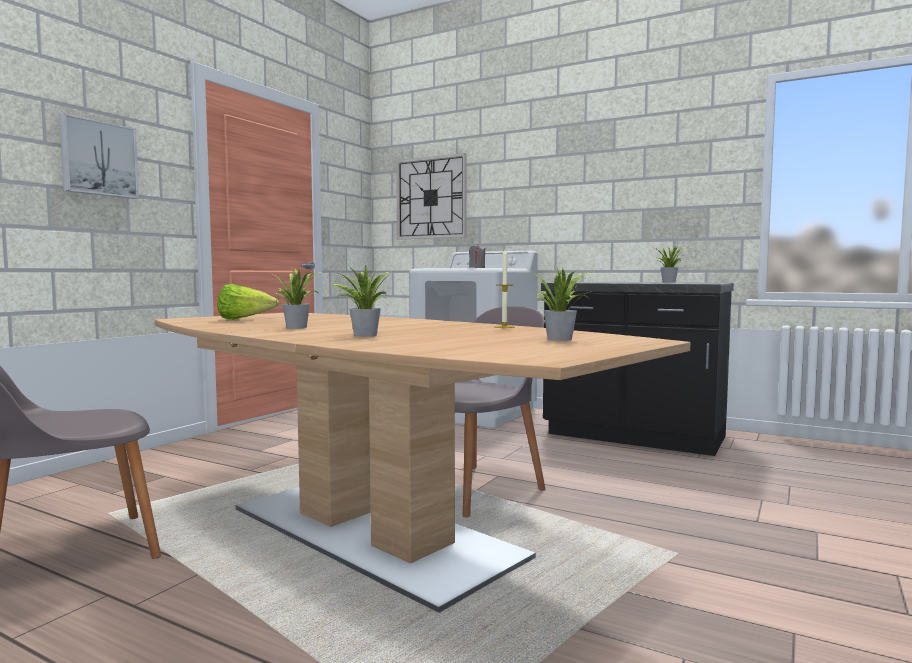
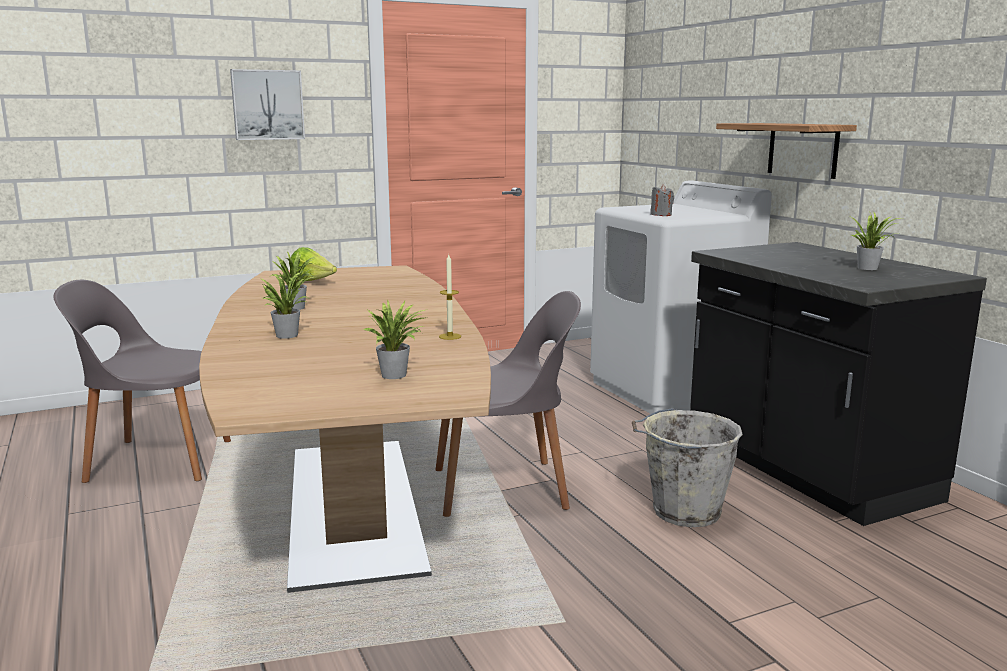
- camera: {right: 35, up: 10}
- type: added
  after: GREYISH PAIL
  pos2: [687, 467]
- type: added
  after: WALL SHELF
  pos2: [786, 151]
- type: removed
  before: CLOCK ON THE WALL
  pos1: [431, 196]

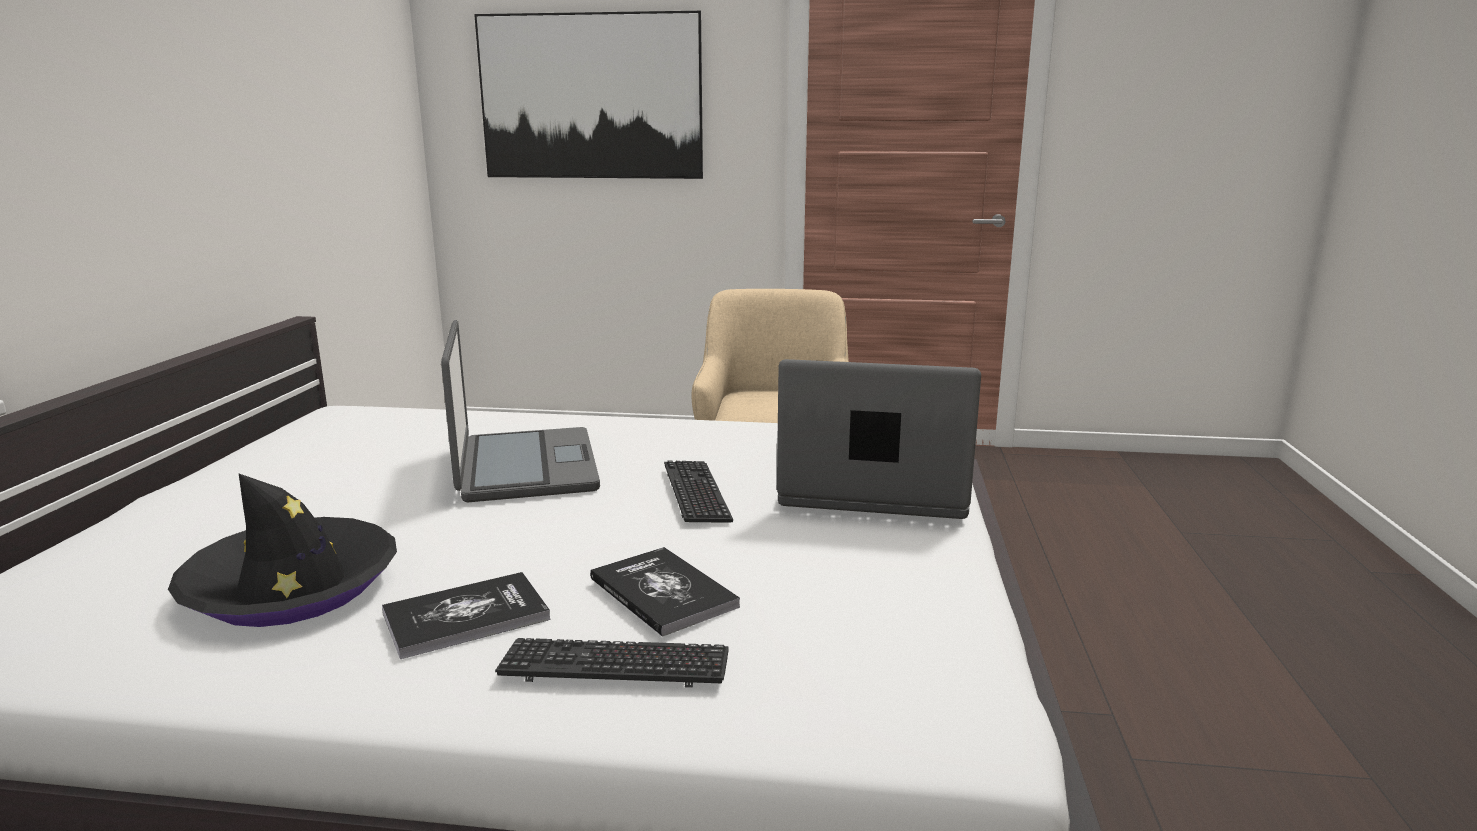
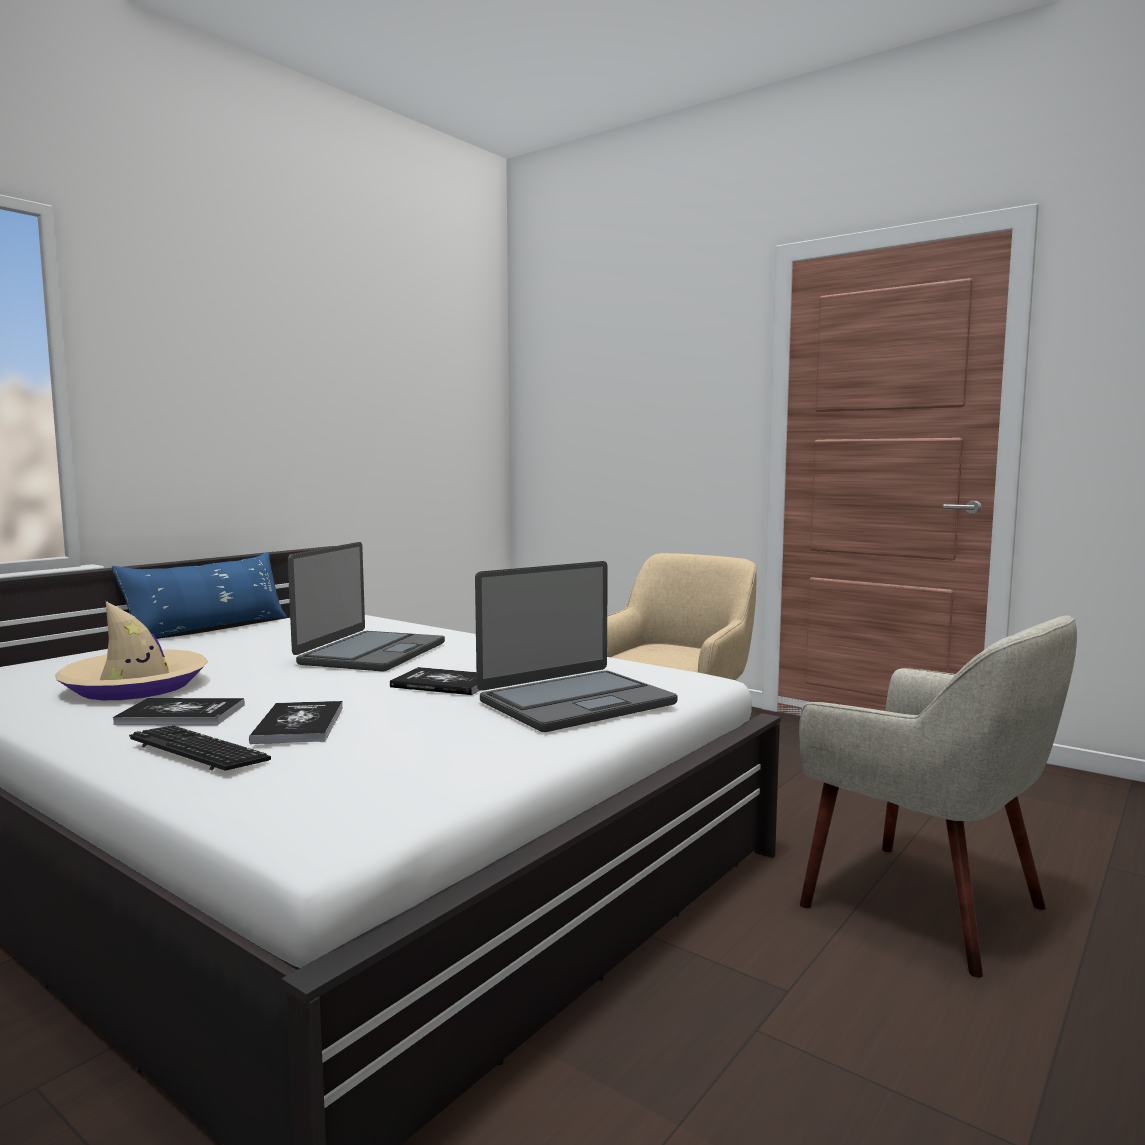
- camera: {right: 30, up: -10}
- type: recoloured
  before: BLACK-COLOURED HAT
  after: BEIGE-COLOURED HAT
  pos1: [282, 550]
  pos2: [131, 650]
- type: added
  after: BLUE CUSHION
  pos2: [199, 595]
- type: replaced
  before: COMPUTER KEYBOARD
  after: BOUND BOOK
  pos1: [698, 491]
  pos2: [435, 681]
- type: turned
  before: LAPTOP
  pos1: [879, 439]
  pos2: [576, 646]
  turn: 105
- type: added
  after: BEIGE-COLOURED EASY CHAIR
  pos2: [938, 796]
- type: removed
  before: PICTURE
  pos1: [588, 95]

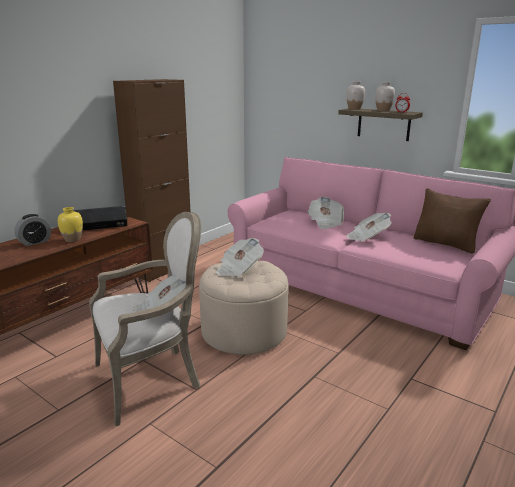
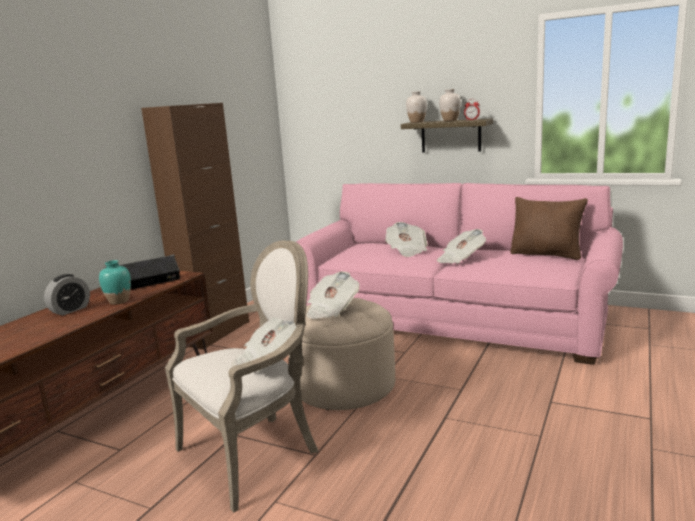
- camera: {right: -10, up: -5}
- type: recoloured
  before: YELLOW VASE
  after: TURQUOISE-COLOURED VASE
  pos1: [70, 224]
  pos2: [115, 282]

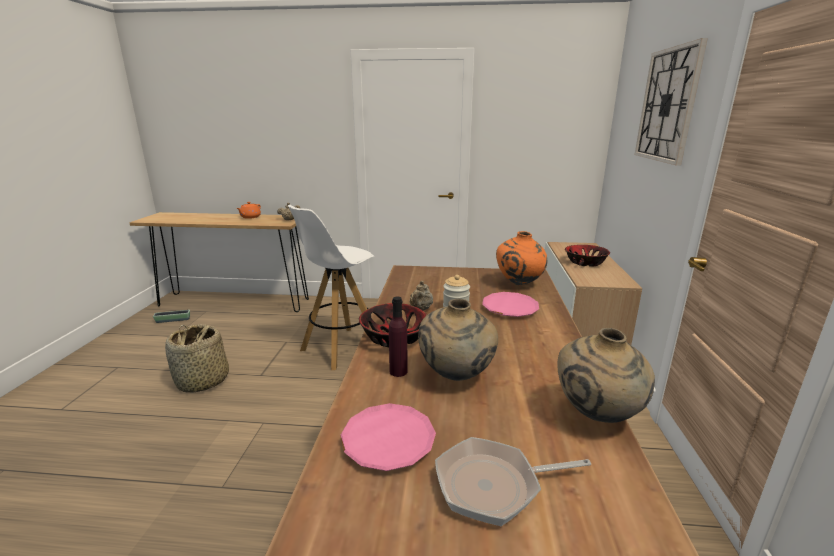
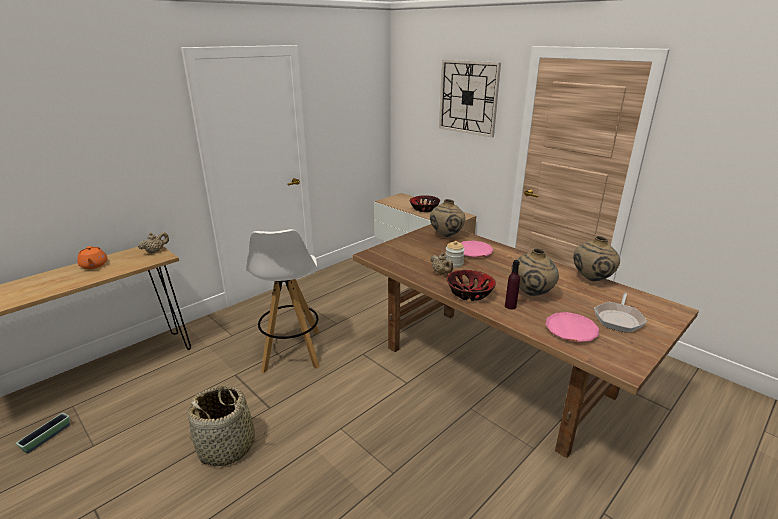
- camera: {right: -50, up: 5}
- type: recoloured
  before: ORANGE-COLOURED VASE
  after: BEIGE-COLOURED VASE
  pos1: [521, 258]
  pos2: [447, 218]

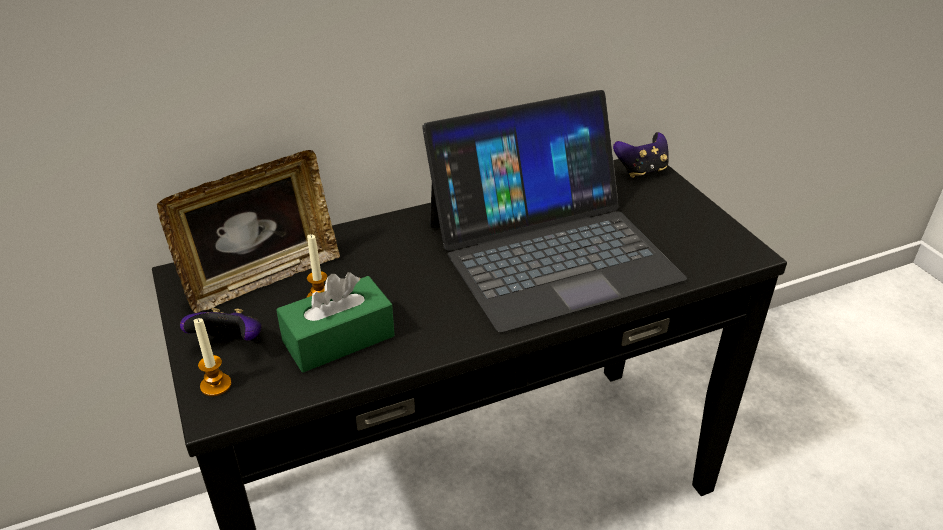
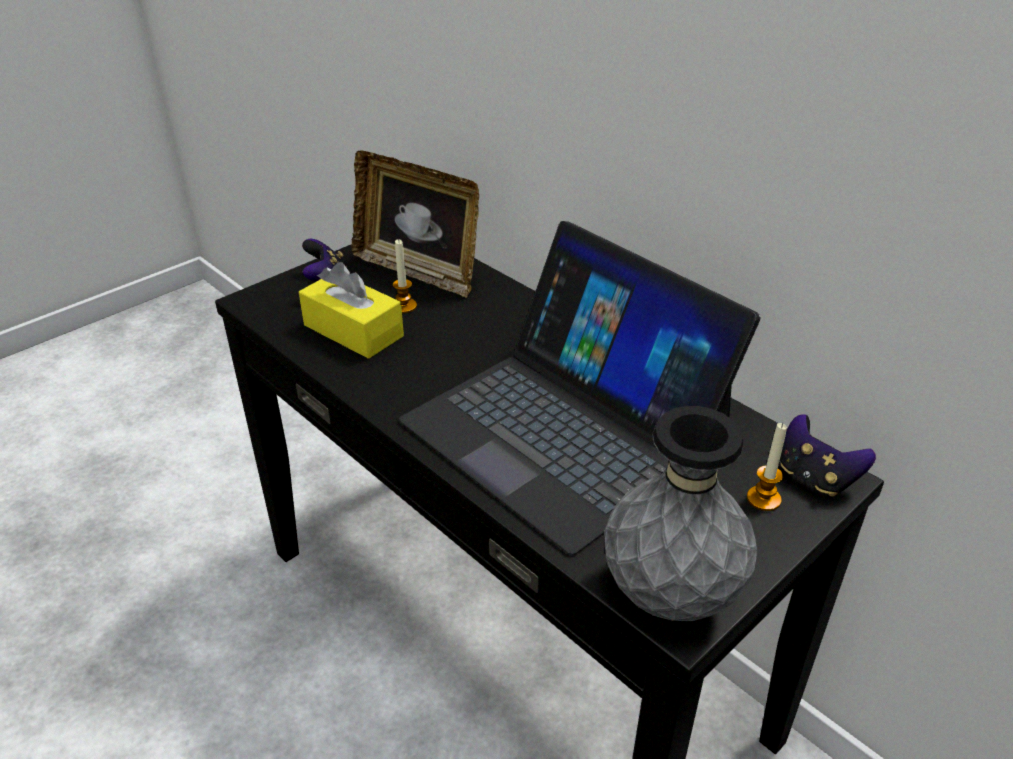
- camera: {right: 70, up: 0}
- type: recoloured
  before: GREENISH BOX OF TISSUES
  after: YELLOW BOX OF TISSUES
  pos1: [335, 322]
  pos2: [351, 310]
- type: added
  after: GREYISH VASE
  pos2: [680, 513]
- type: moved
  before: CANDLE
  pos1: [212, 357]
  pos2: [767, 467]

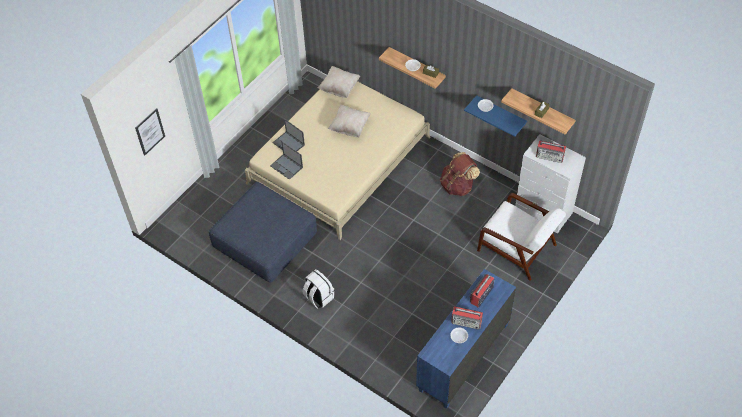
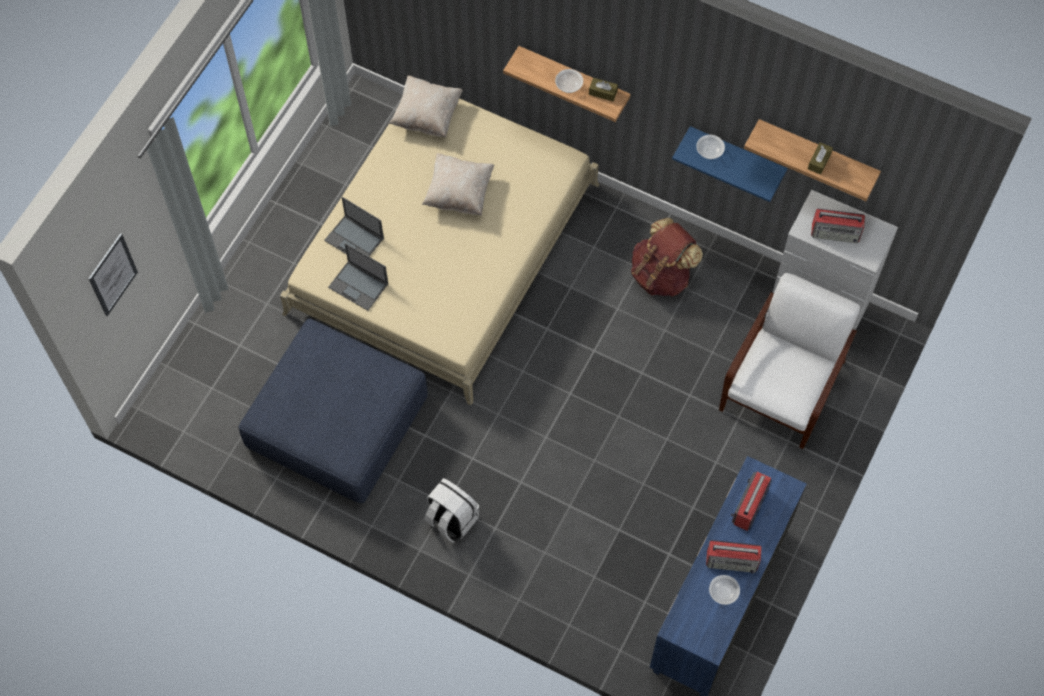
- camera: {right: -10, up: 10}
- type: turned
  before: WHITISH EASY CHAIR
  pos1: [521, 237]
  pos2: [789, 361]
  turn: -90

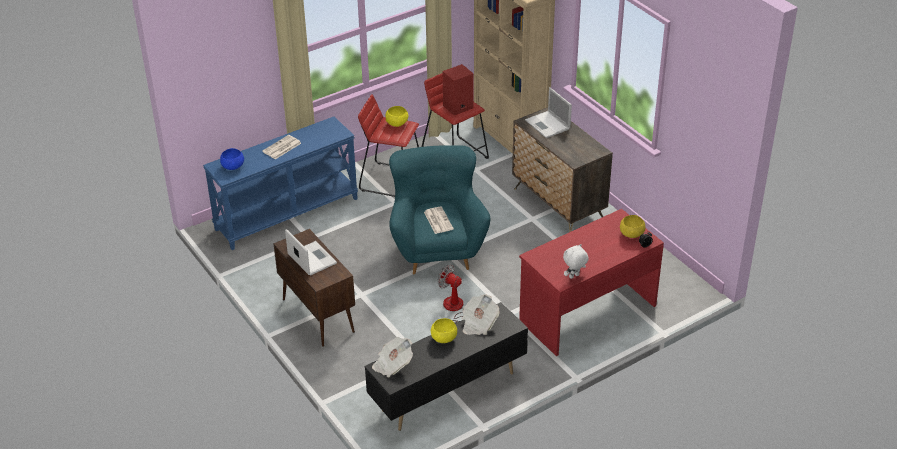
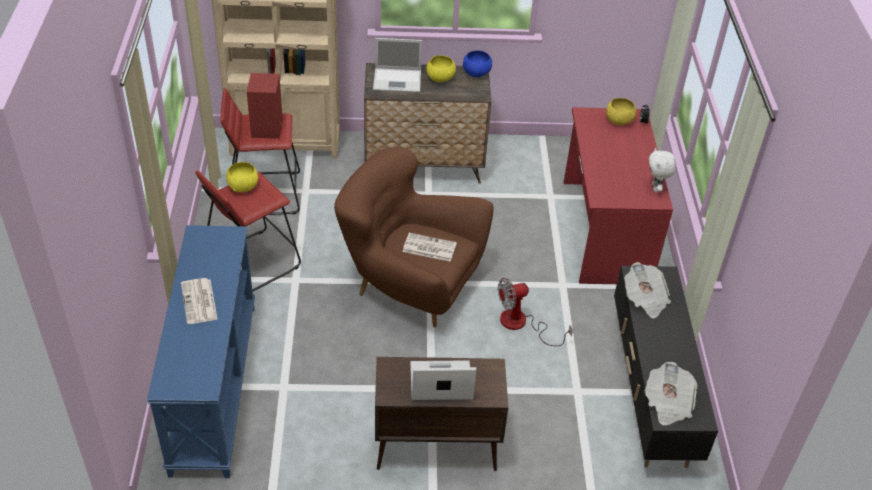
- camera: {right: -60, up: 5}
- type: recoloured
  before: TURQUOISE-COLOURED EASY CHAIR
  after: BROWN-COLOURED EASY CHAIR
  pos1: [439, 209]
  pos2: [413, 237]
- type: moved
  before: YELLOW DEEP DISH
  pos1: [444, 330]
  pos2: [441, 68]
- type: moved
  before: BLUE DEEP DISH
  pos1: [232, 159]
  pos2: [477, 64]

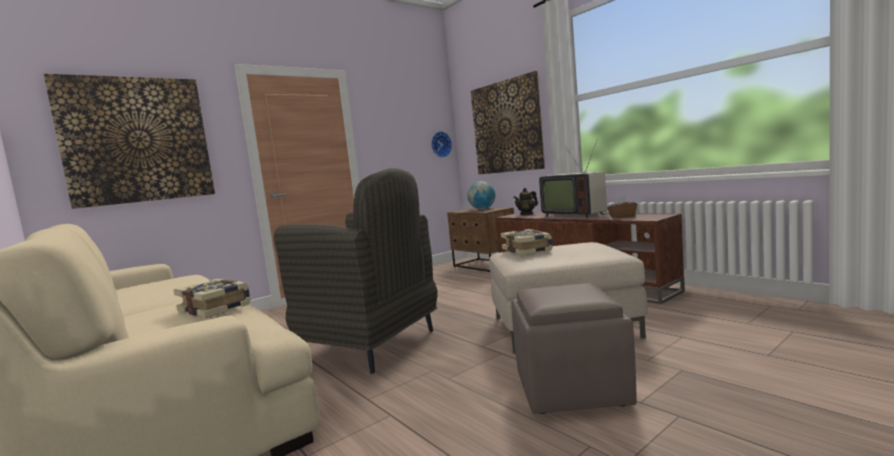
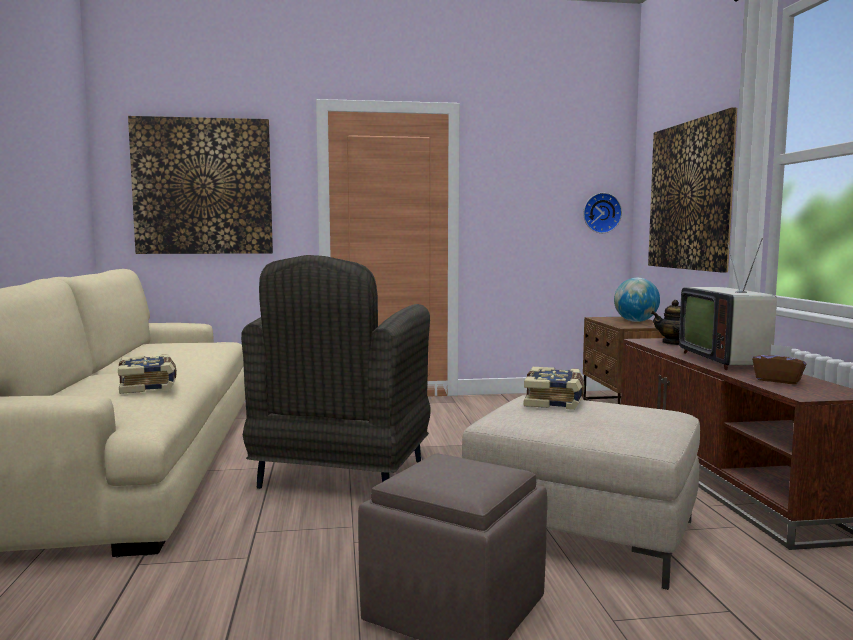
- camera: {right: 30, up: 0}
- type: turned
  before: GREYISH EASY CHAIR
  pos1: [356, 271]
  pos2: [336, 372]
  turn: 45

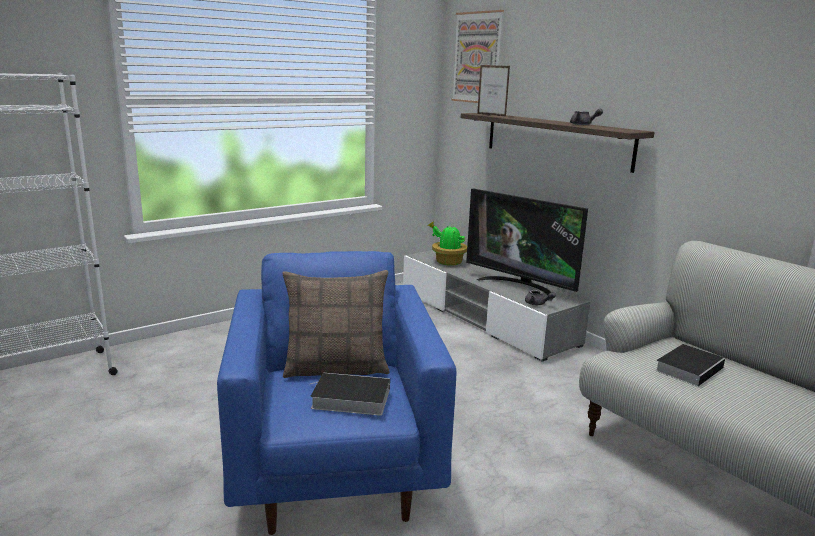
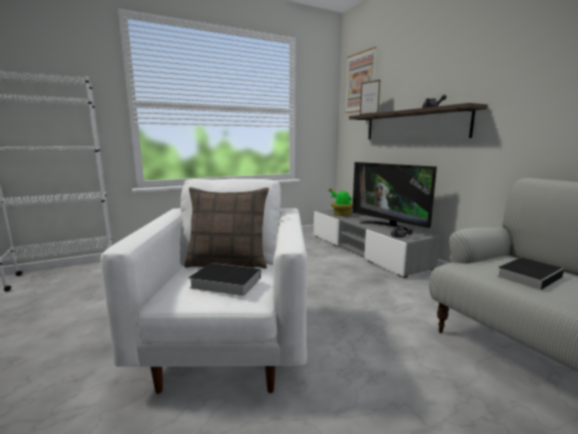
- camera: {right: 10, up: -5}
- type: recoloured
  before: BLUE EASY CHAIR
  after: WHITISH EASY CHAIR
  pos1: [336, 393]
  pos2: [203, 286]

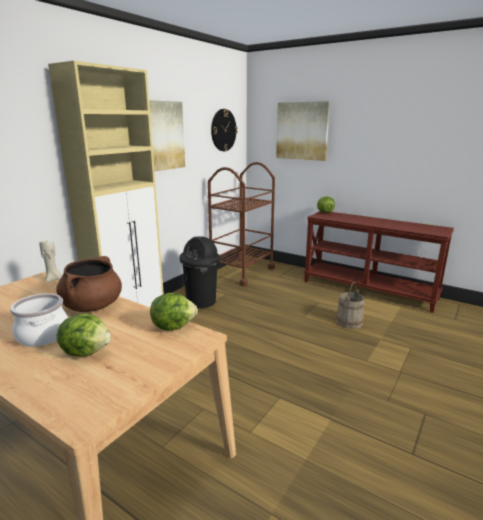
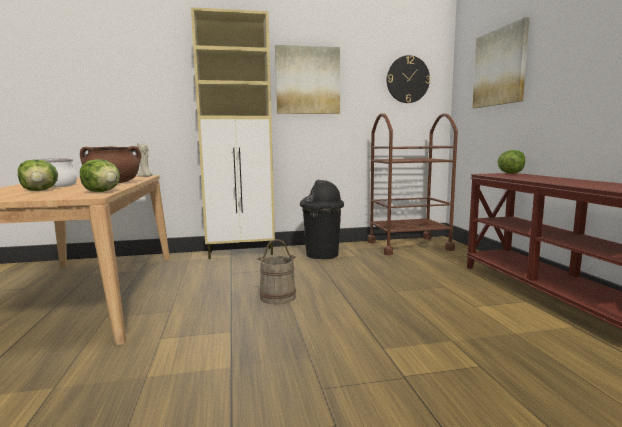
- camera: {right: 45, up: -10}
- type: moved
  before: BEIGE-COLOURED PAIL
  pos1: [350, 305]
  pos2: [276, 271]

